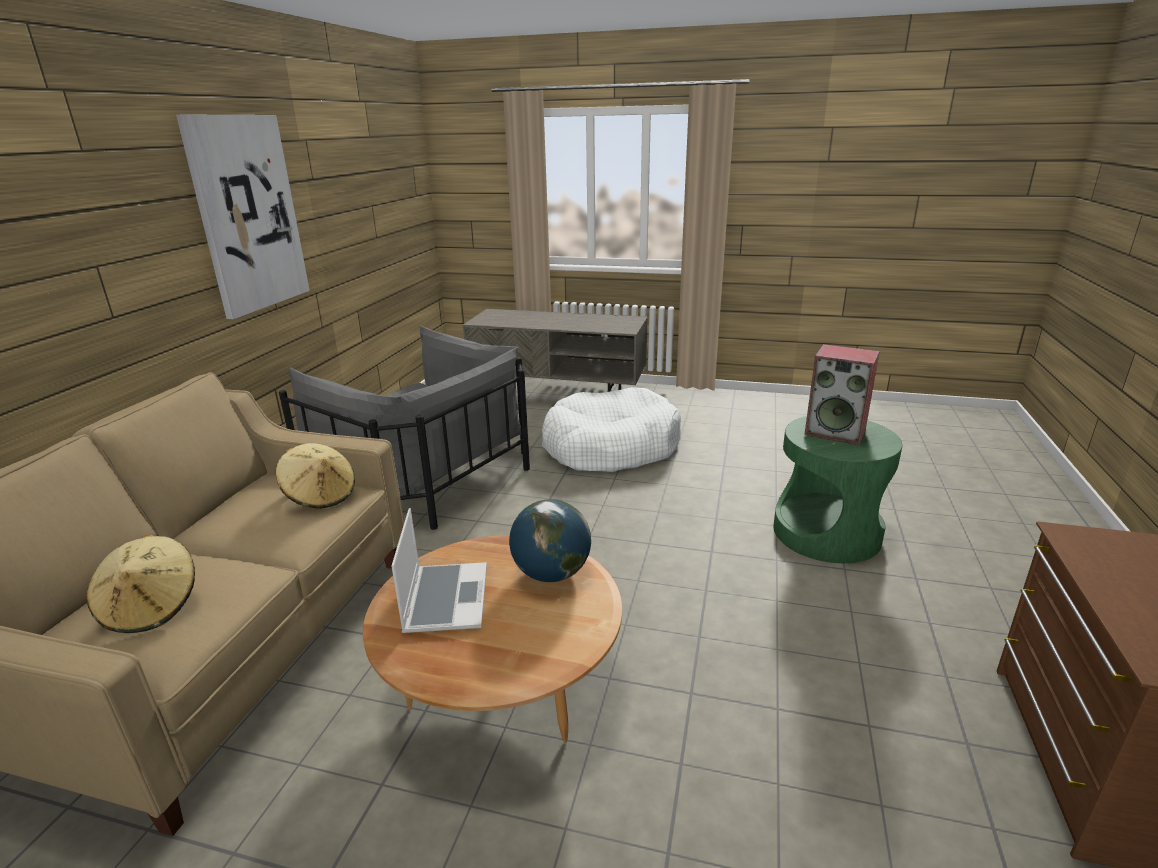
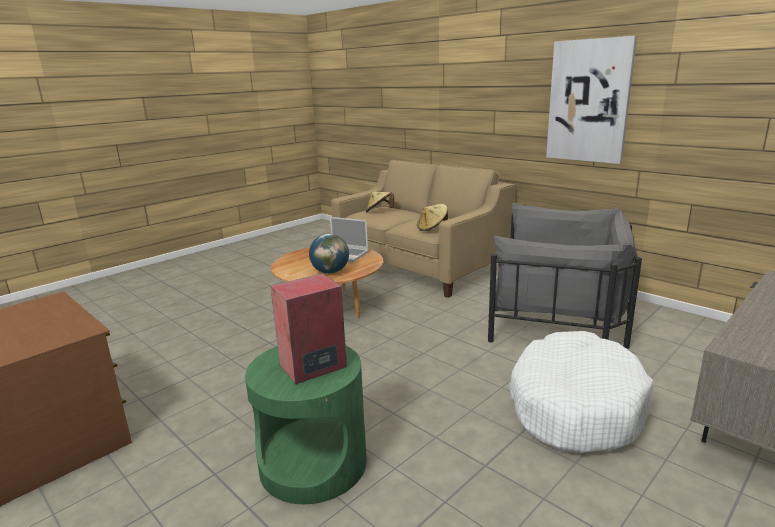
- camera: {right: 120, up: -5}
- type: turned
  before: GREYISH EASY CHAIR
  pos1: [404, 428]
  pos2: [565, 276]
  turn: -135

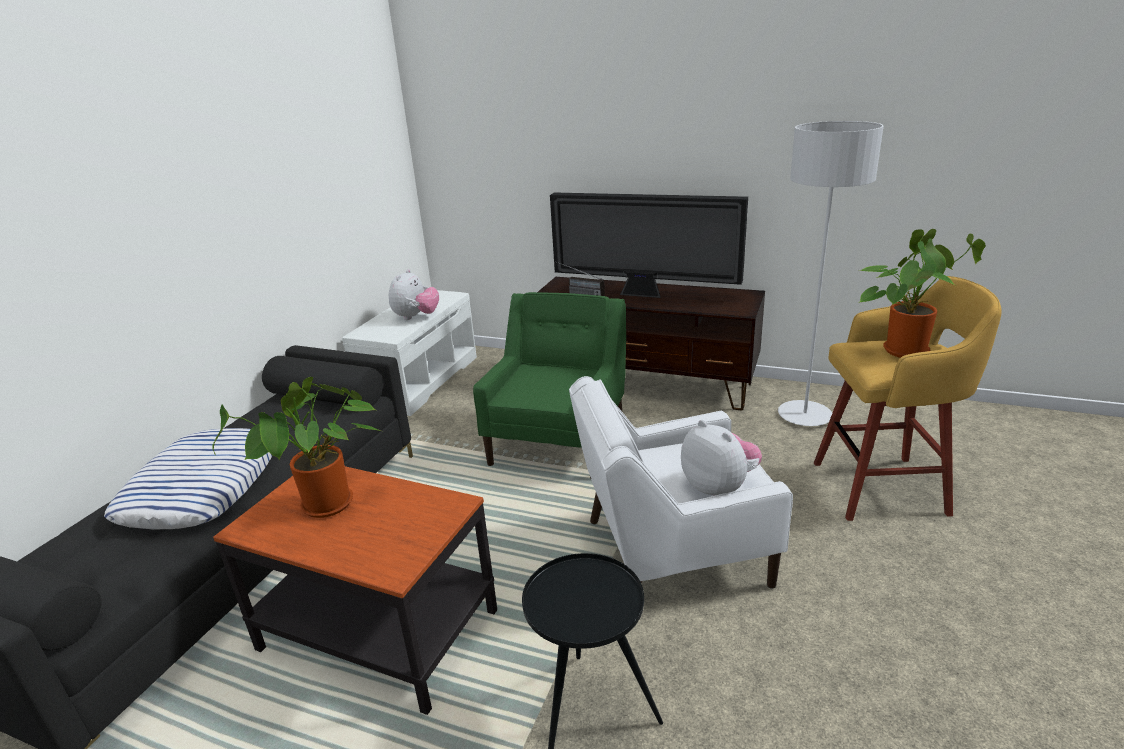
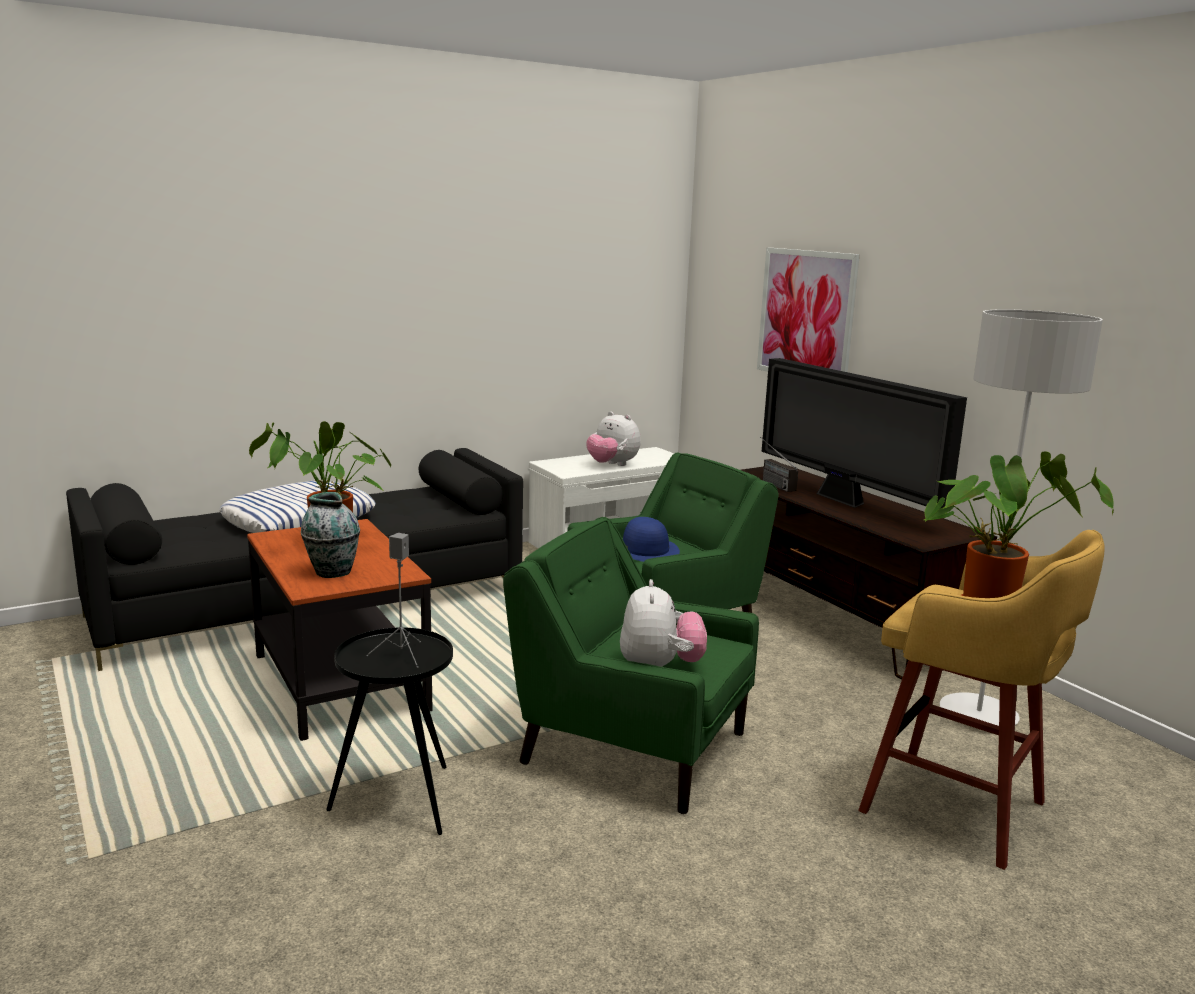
- camera: {right: 35, up: -10}
- type: added
  after: VASE
  pos2: [330, 535]
- type: added
  after: GREYISH SPEAKER
  pos2: [393, 600]
- type: recoloured
  before: WHITISH EASY CHAIR
  after: GREENISH EASY CHAIR
  pos1: [681, 482]
  pos2: [631, 665]
- type: turned
  before: PLUSH TOY
  pos1: [414, 294]
  pos2: [613, 438]
  turn: 75
- type: added
  after: BLUE HAT
  pos2: [651, 539]
- type: added
  after: PICTURE
  pos2: [808, 309]

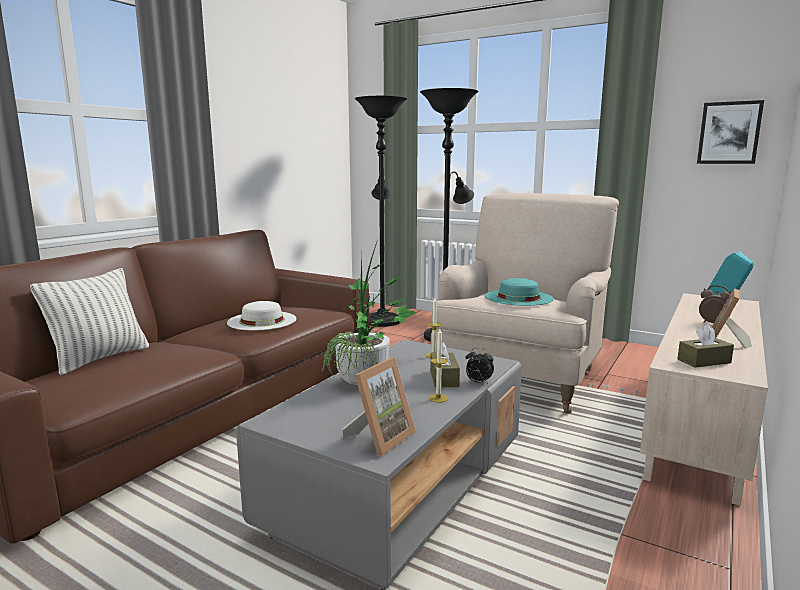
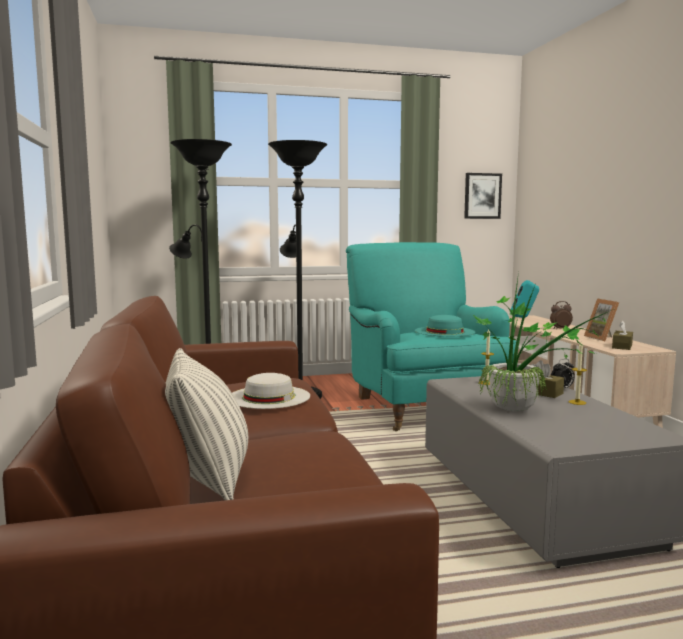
- camera: {right: -45, up: -5}
- type: recoloured
  before: BEIGE-COLOURED EASY CHAIR
  after: TURQUOISE-COLOURED EASY CHAIR
  pos1: [525, 303]
  pos2: [431, 336]
- type: removed
  before: PICTURE FRAME
  pos1: [379, 406]

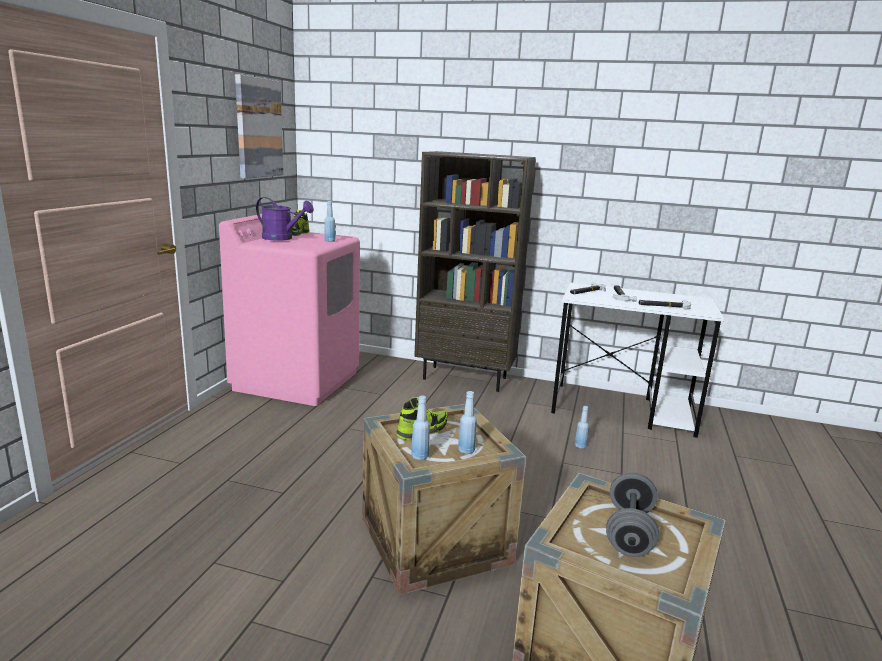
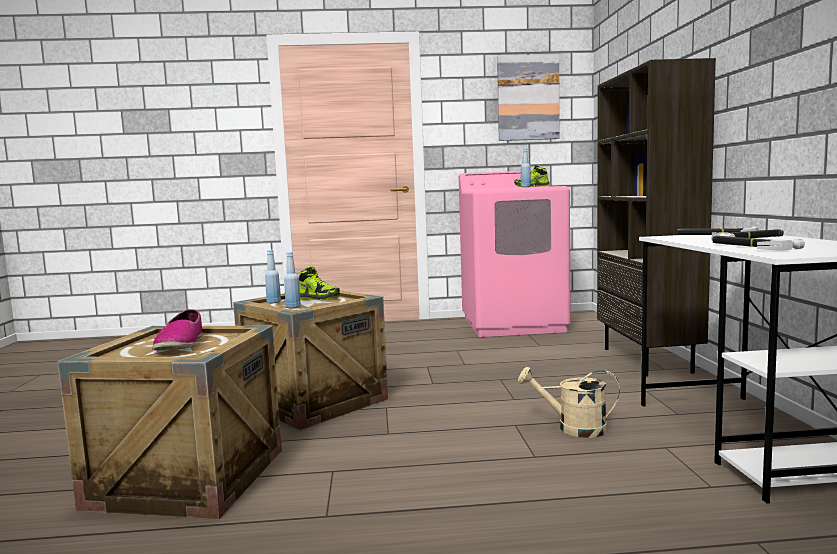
- camera: {right: 70, up: -10}
- type: replaced
  before: GREYISH FREE WEIGHT
  after: SHOE
  pos1: [632, 514]
  pos2: [177, 330]
- type: replaced
  before: BLUE BEVERAGE BOTTLE
  after: BEIGE-COLOURED WATERING CAN
  pos1: [582, 427]
  pos2: [569, 402]
- type: removed
  before: PURPLE WATERING CAN
  pos1: [285, 219]

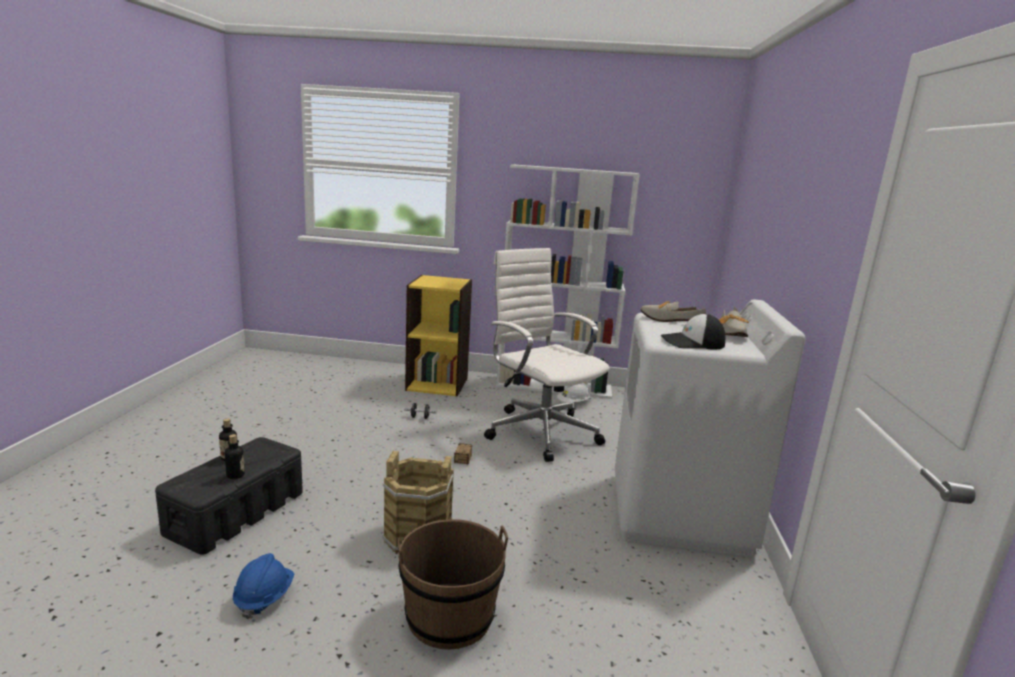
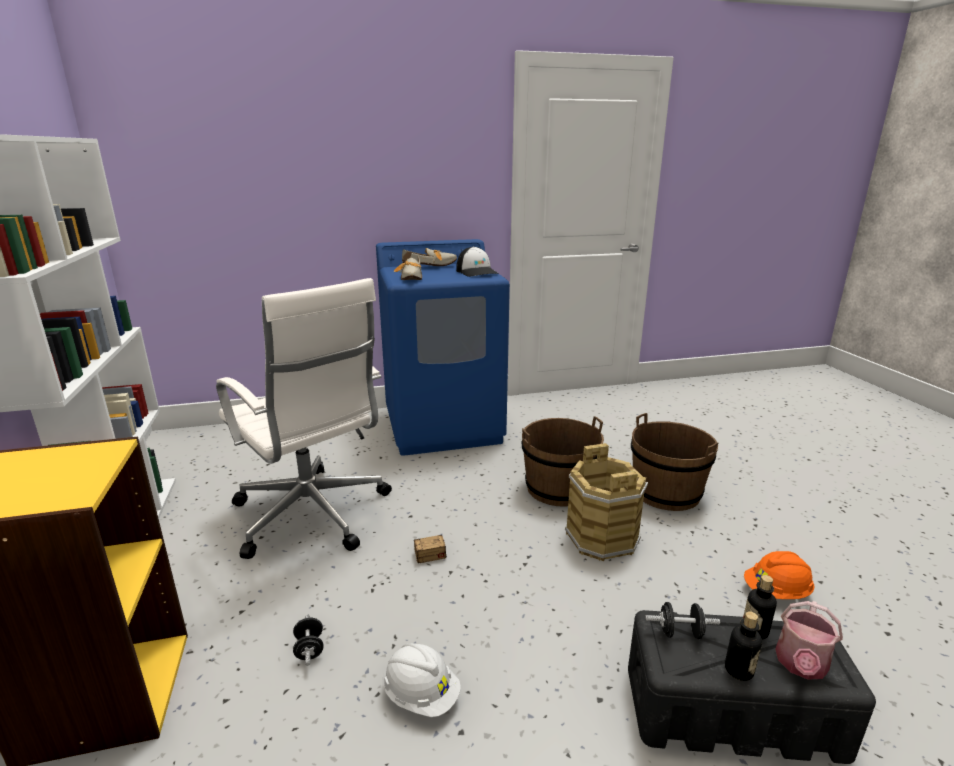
- camera: {right: -110, up: 5}
- type: turned
  before: WHITISH OFFICE CHAIR
  pos1: [547, 355]
  pos2: [304, 418]
  turn: -75
- type: recoloured
  before: WHITISH WASHING MACHINE
  after: BLUE WASHING MACHINE
  pos1: [710, 428]
  pos2: [443, 347]
- type: moved
  before: WHITISH SAFETY HELMET
  pos1: [573, 392]
  pos2: [422, 680]
- type: added
  after: BROWN-COLOURED PAIL
  pos2: [562, 461]
- type: added
  after: BLACK-COLOURED FREE WEIGHT
  pos2: [682, 620]
- type: recoloured
  before: BLUE SAFETY HELMET
  after: ORANGE-COLOURED SAFETY HELMET
  pos1: [263, 586]
  pos2: [779, 575]
- type: added
  after: WATERING CAN
  pos2: [809, 640]

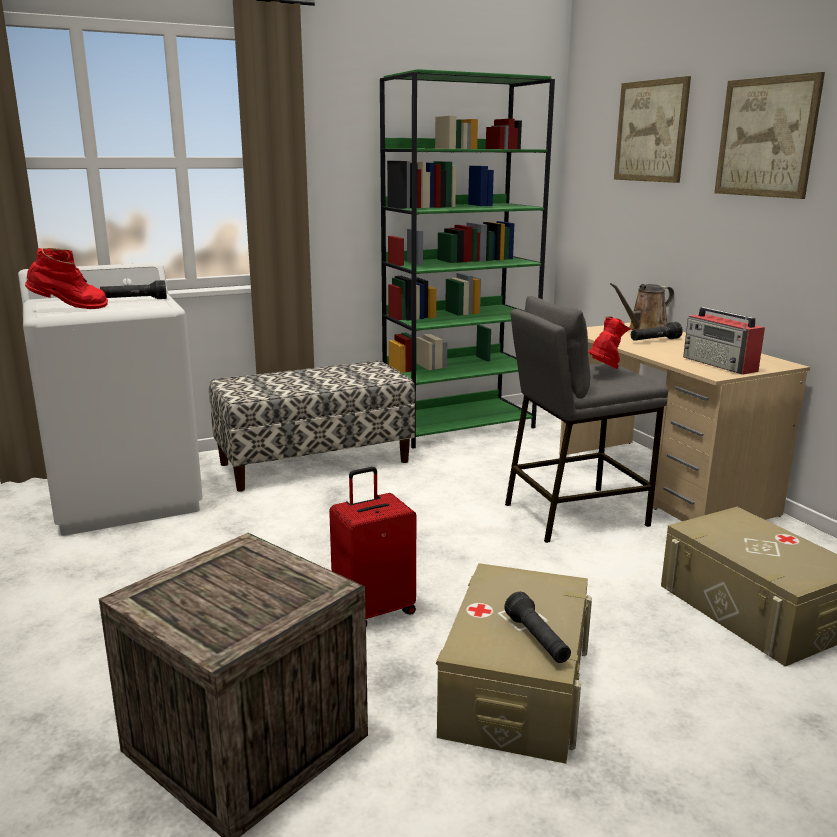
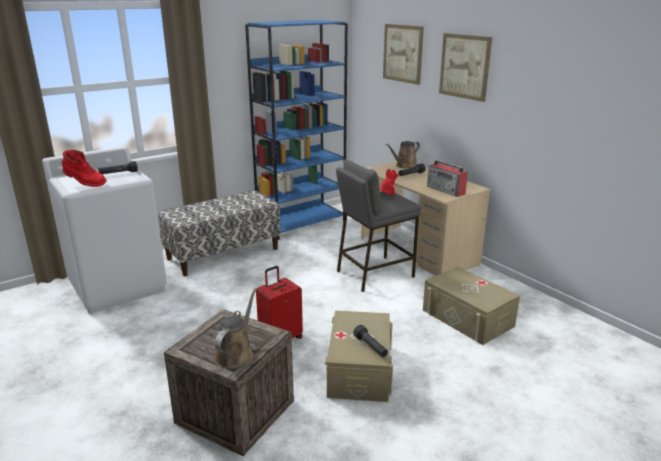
- camera: {right: -10, up: 5}
- type: turned
  before: RED HIGH-TOP BOOT
  pos1: [66, 278]
  pos2: [84, 168]
  turn: 45
- type: added
  after: BROWN-COLOURED WATERING CAN
  pos2: [235, 328]
- type: recoloured
  before: GREENISH BOOKSHELF
  after: BLUE BOOKSHELF
  pos1: [467, 259]
  pos2: [296, 130]

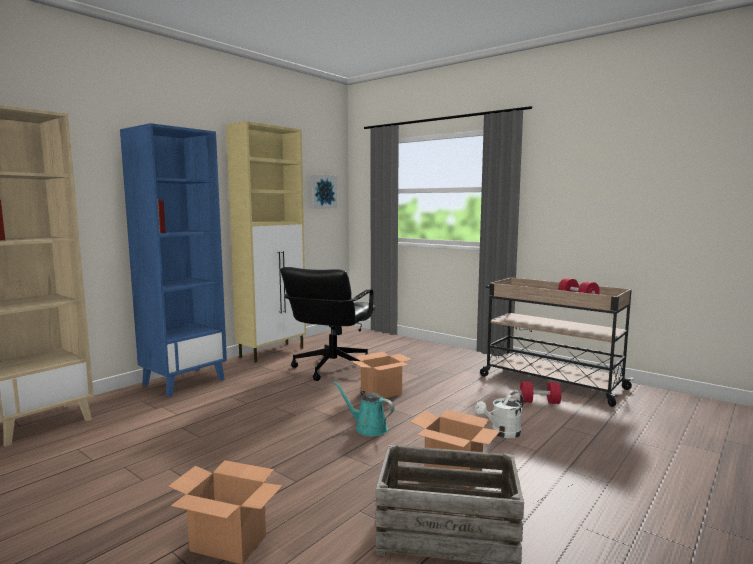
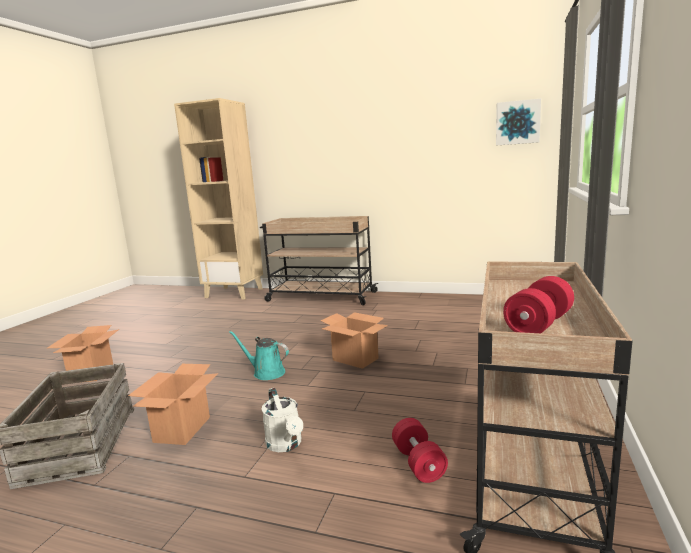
- camera: {right: 70, up: 5}
- type: turned
  before: TURQUOISE-COLOURED WATERING CAN
  pos1: [364, 408]
  pos2: [259, 355]
  turn: -75
- type: replaced
  before: BLUE BOOKSHELF
  after: BEIGE-COLOURED TROLLEY
  pos1: [173, 260]
  pos2: [319, 260]
- type: turned
  before: WHITISH WATERING CAN
  pos1: [499, 414]
  pos2: [282, 420]
  turn: -150
- type: removed
  before: BEIGE-COLOURED STORAGE CABINET
  pos1: [266, 242]
- type: removed
  before: BLACK-COLOURED OFFICE CHAIR
  pos1: [328, 324]

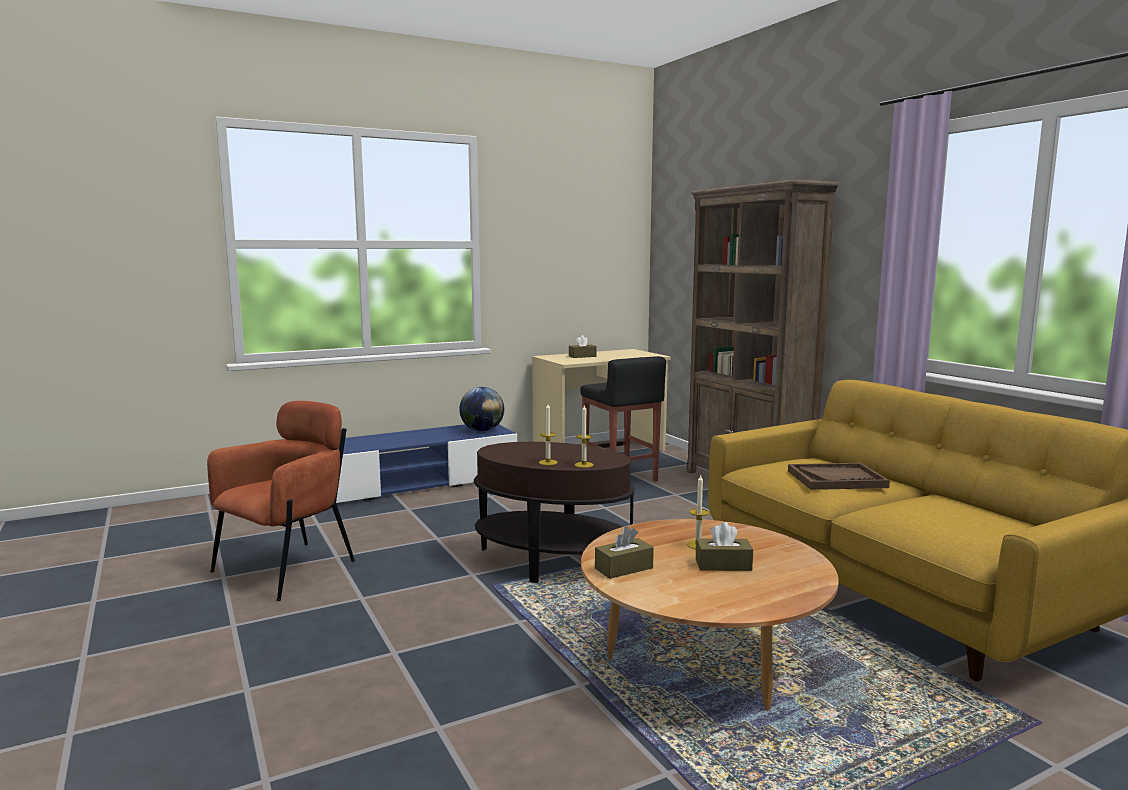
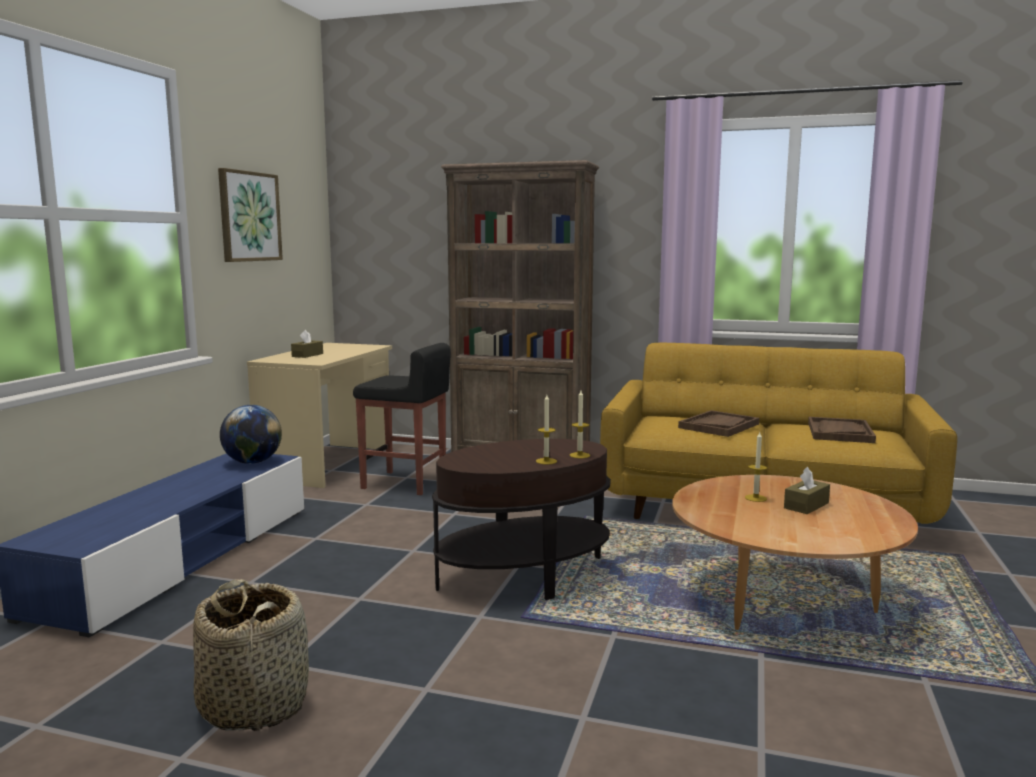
- camera: {right: -45, up: 0}
- type: replaced
  before: BROWN-COLOURED EASY CHAIR
  after: BASKET
  pos1: [281, 501]
  pos2: [251, 655]
- type: added
  after: PICTURE
  pos2: [250, 215]
- type: added
  after: BROWN-COLOURED SERVING TRAY
  pos2: [842, 430]
- type: removed
  before: BROWN-COLOURED BOX OF TISSUES
  pos1: [624, 552]

